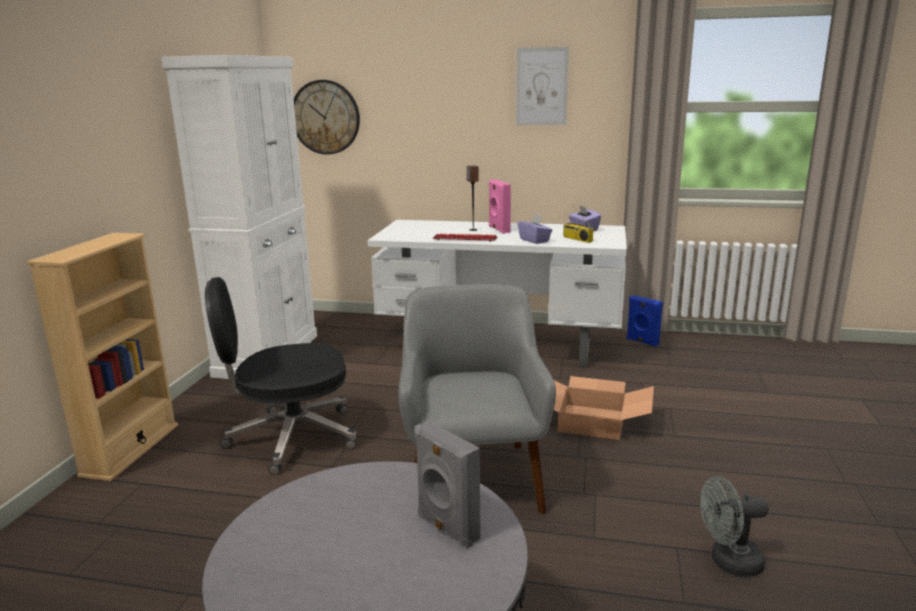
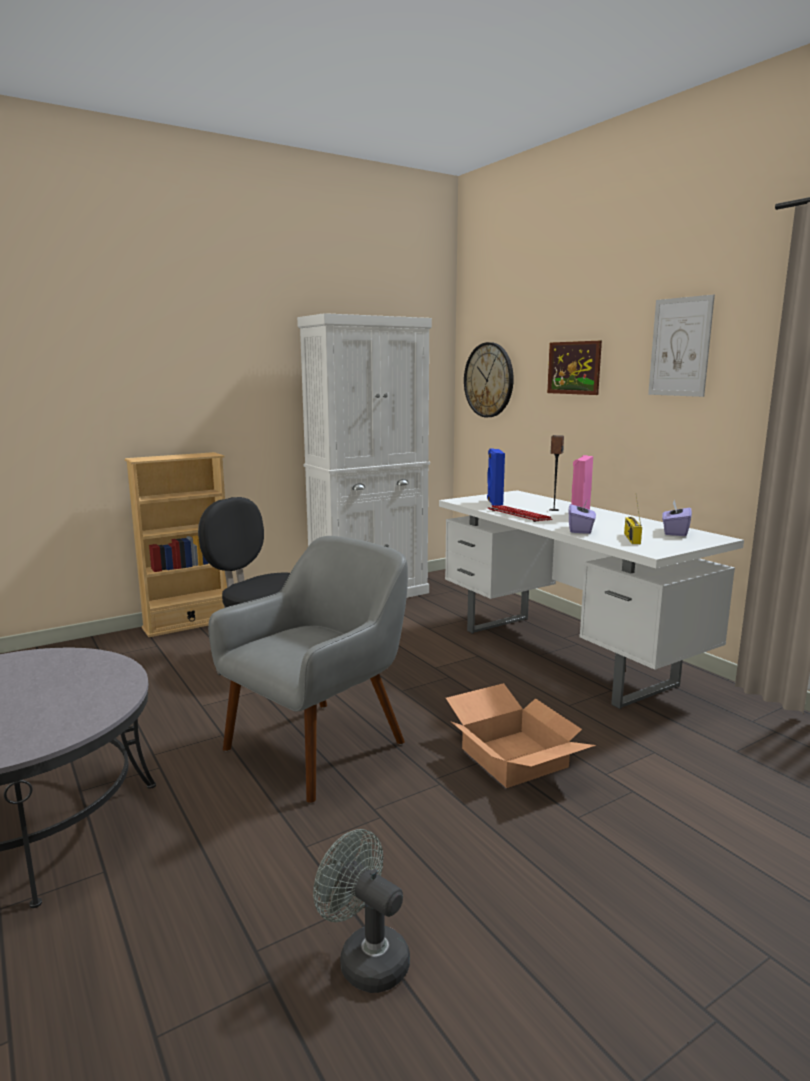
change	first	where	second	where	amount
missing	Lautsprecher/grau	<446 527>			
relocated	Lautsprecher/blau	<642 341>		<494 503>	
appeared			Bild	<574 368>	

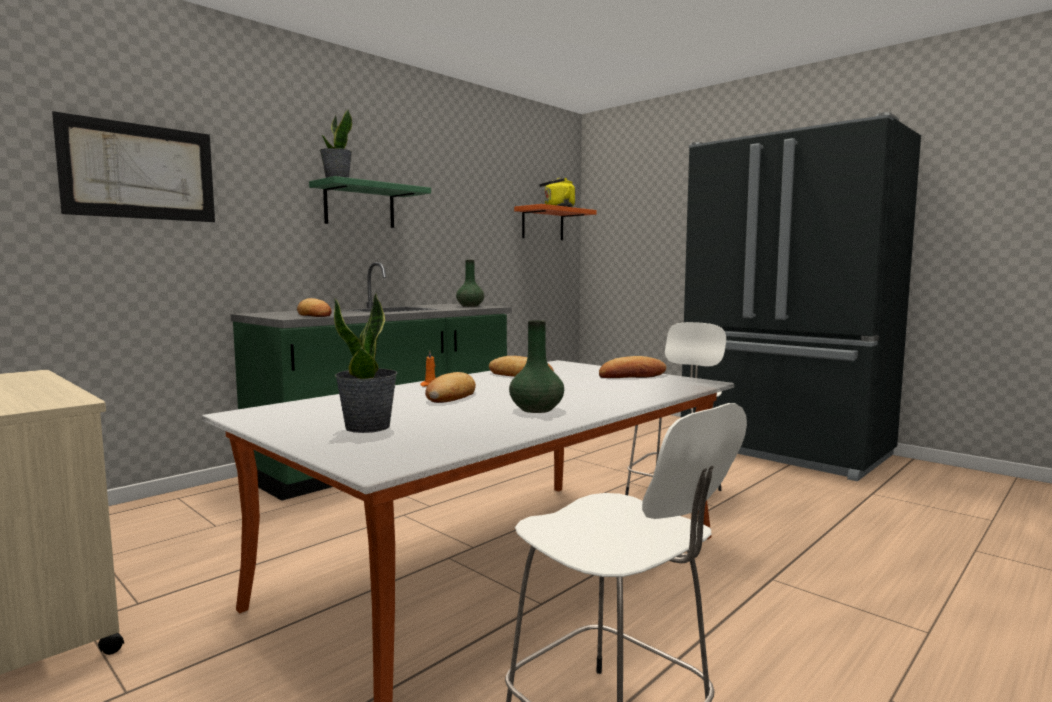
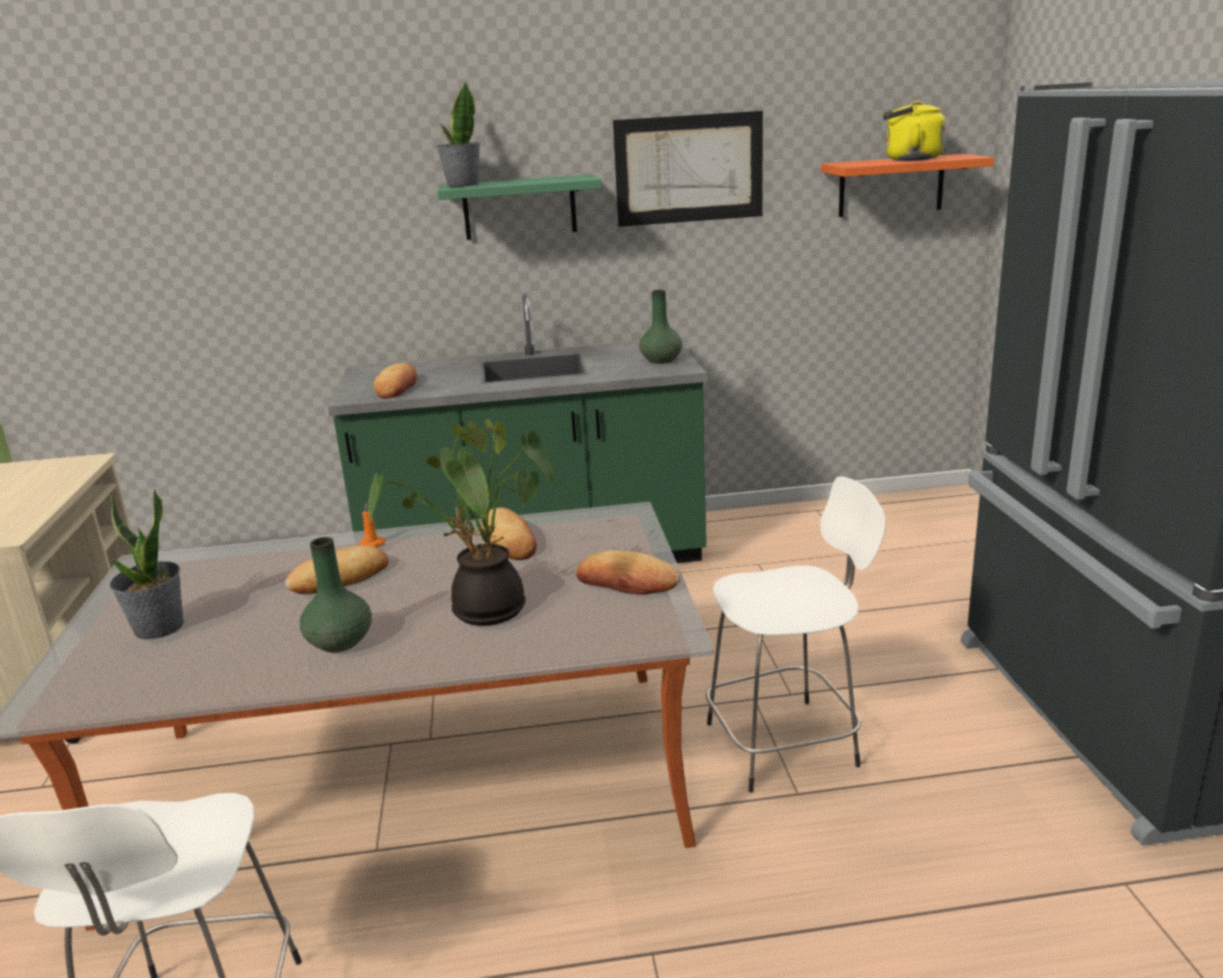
change	first	where	second	where	amount
relocated	Bild	<140 171>		<689 169>	
appeared			Topfpflanze	<483 612>	

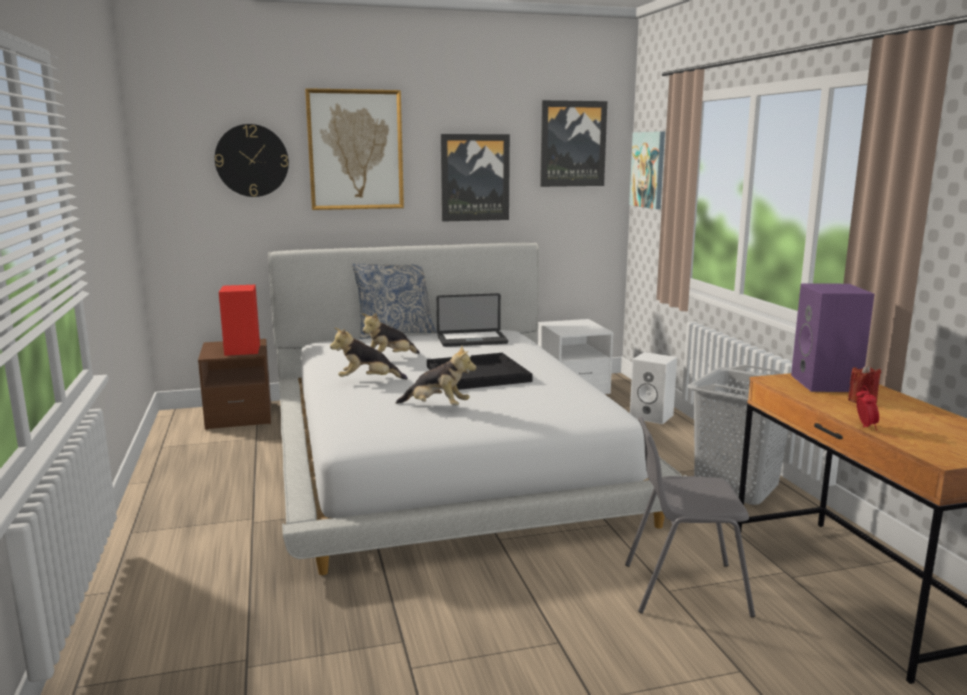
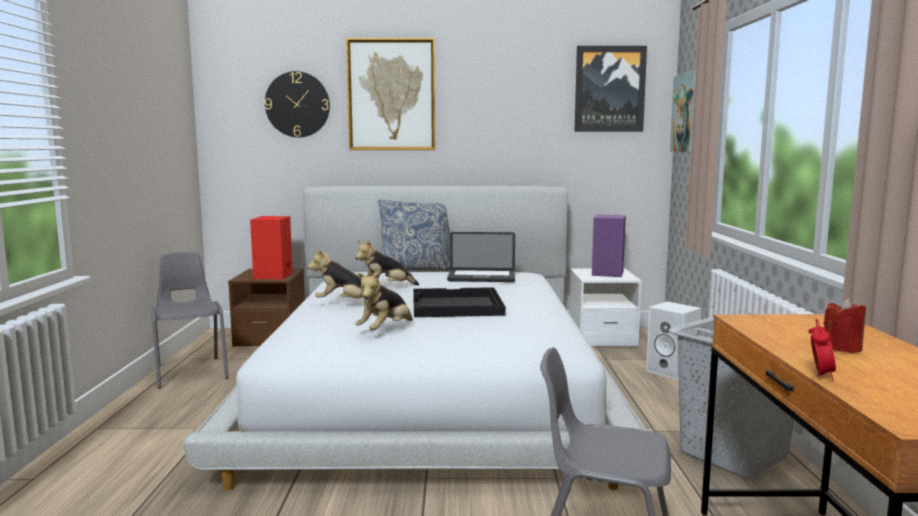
change	first	where	second	where	amount
spun	Plüschtier	<437 407>		<385 330>	90 degrees clockwise
missing	Bild	<475 177>			
relocated	Lautsprecher/lila	<827 384>		<608 273>	
appeared			Stuhl/grau	<191 372>	

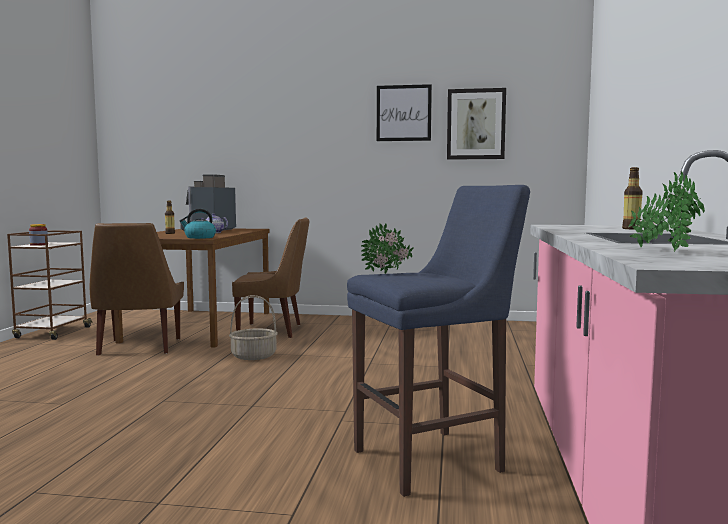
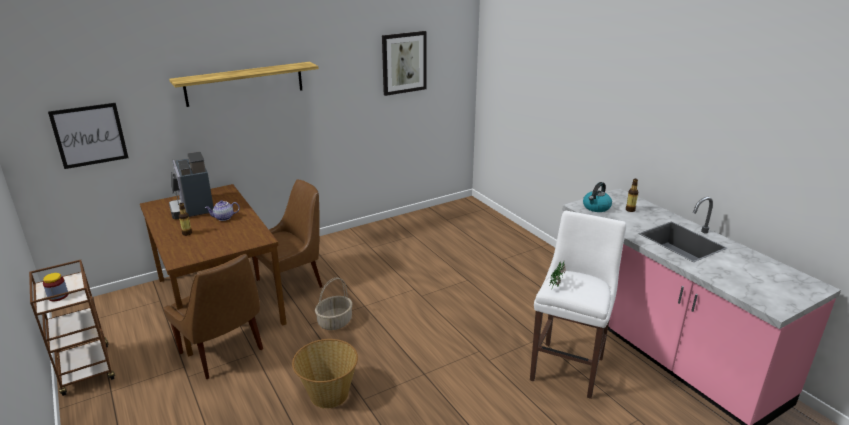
change	first	where	second	where	amount
relocated	Wasserkessel	<199 237>		<596 207>	
colour	Hocker/blau	<434 459>	Hocker/weiß	<568 366>	
relocated	Bild	<403 113>		<89 135>	
missing	Topfpflanze	<662 251>			
appeared			Wandregal	<245 83>	
appeared			Korb	<328 394>	

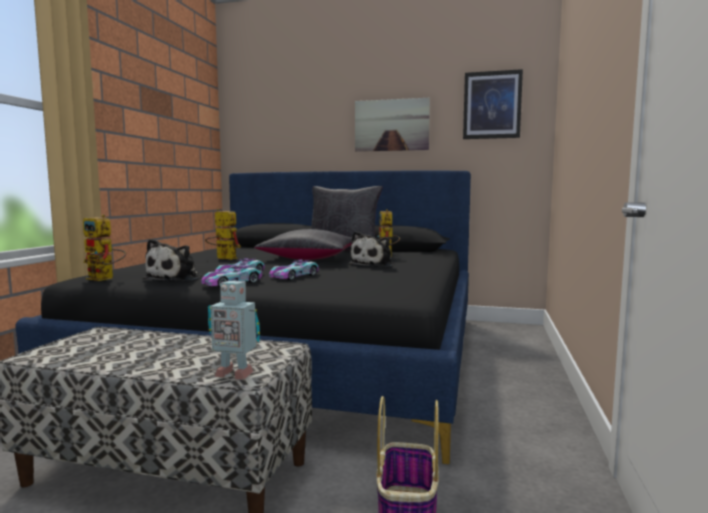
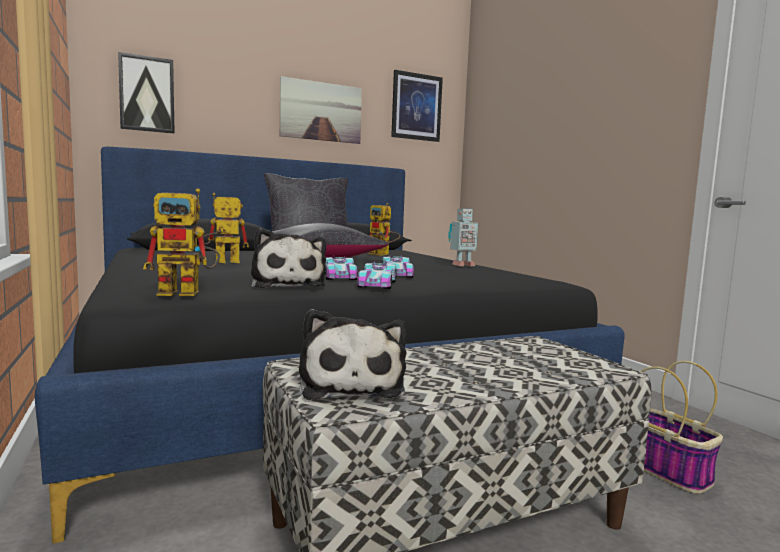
change	first	where	second	where	amount
relocated	Spielzeugroboter	<234 373>		<461 265>	
relocated	Plüschtier	<374 265>		<351 385>	
appeared			Bild	<147 94>	

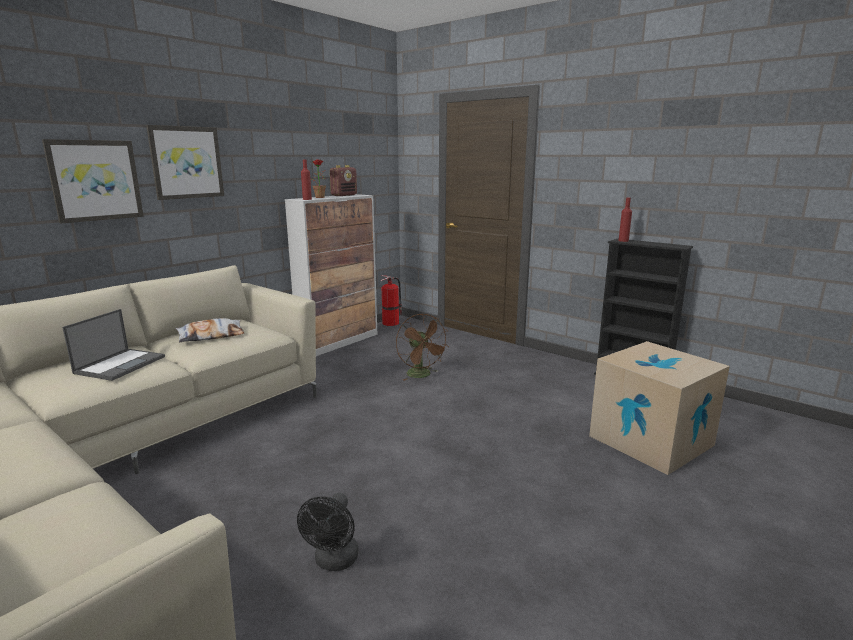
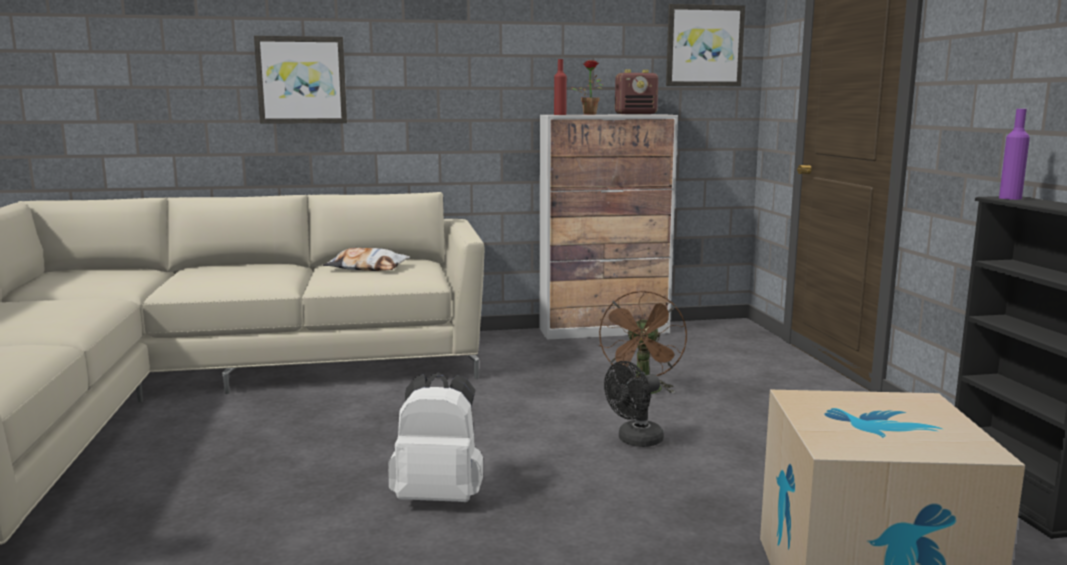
change	first	where	second	where	amount
missing	Laptop	<121 364>			
relocated	Bild	<186 162>		<704 46>	
relocated	Ventilator/schwarz	<334 562>		<635 441>	
missing	Feuerlöscher	<391 323>			
colour	Flasche/rot	<623 240>	Flasche/lila	<1010 198>	
appeared			Rucksack/weiß	<440 497>	

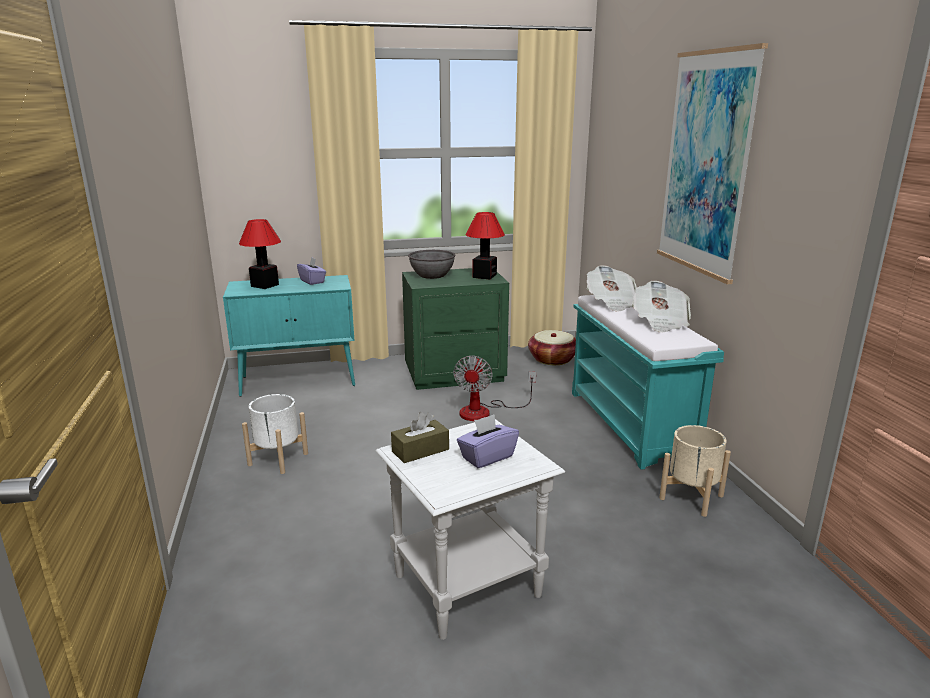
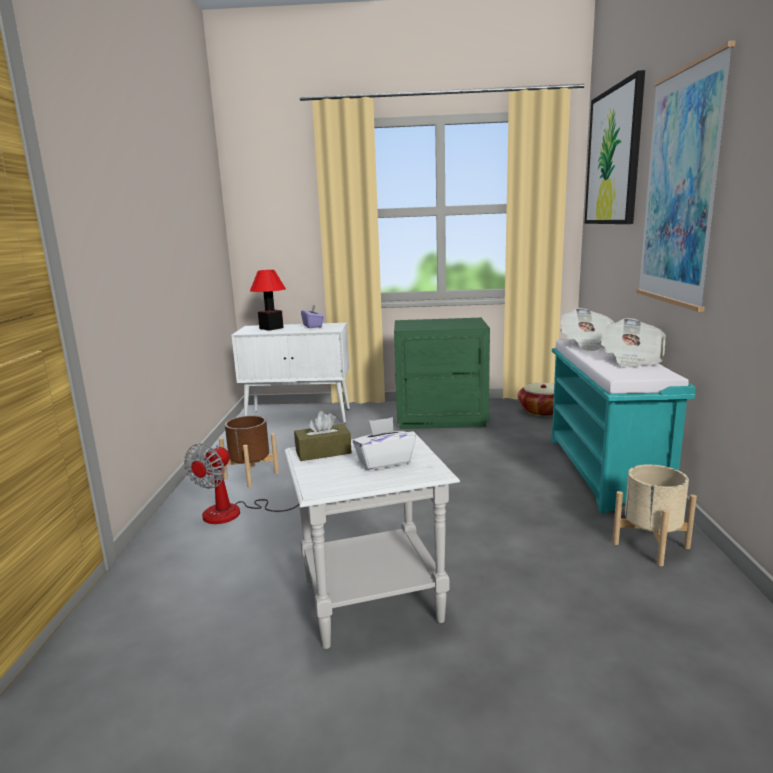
change	first	where	second	where	amount
colour	Schrank/türkis	<299 381>	Schrank/weiß	<299 417>	
colour	Pflanzkübel/weiß	<278 459>	Pflanzkübel/braun	<251 475>	
missing	Schüssel/grau	<432 275>			
relocated	Ventilator	<484 411>		<236 512>	
colour	Taschentuchbox/lila	<487 457>	Taschentuchbox/weiß	<384 462>	
missing	Tischlampe	<484 276>			
appeared			Bild	<613 157>	

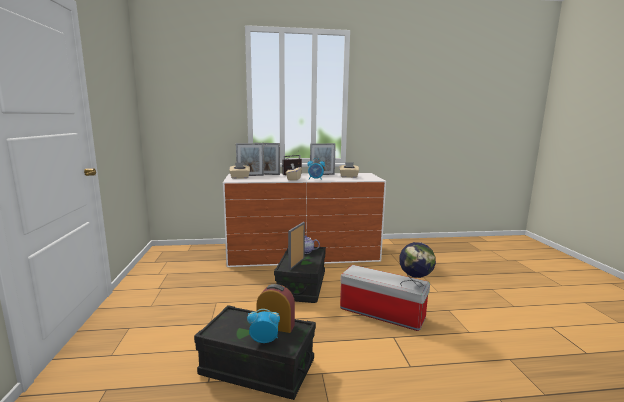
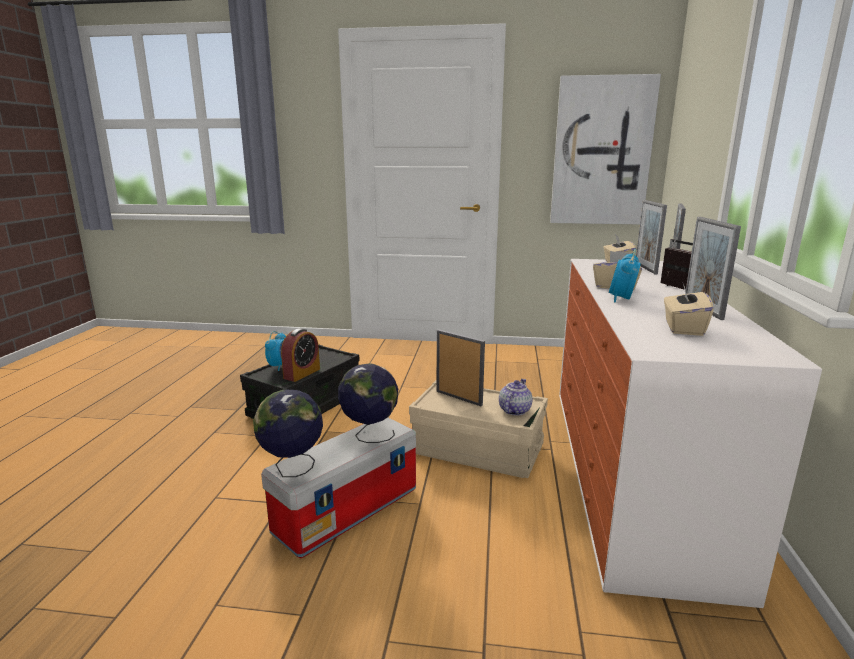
change	first	where	second	where	amount
colour	Aufbewahrungsbox/schwarz	<302 285>	Aufbewahrungsbox/beige	<477 449>	
appeared			Globus	<369 435>	
appeared			Bild	<601 152>	

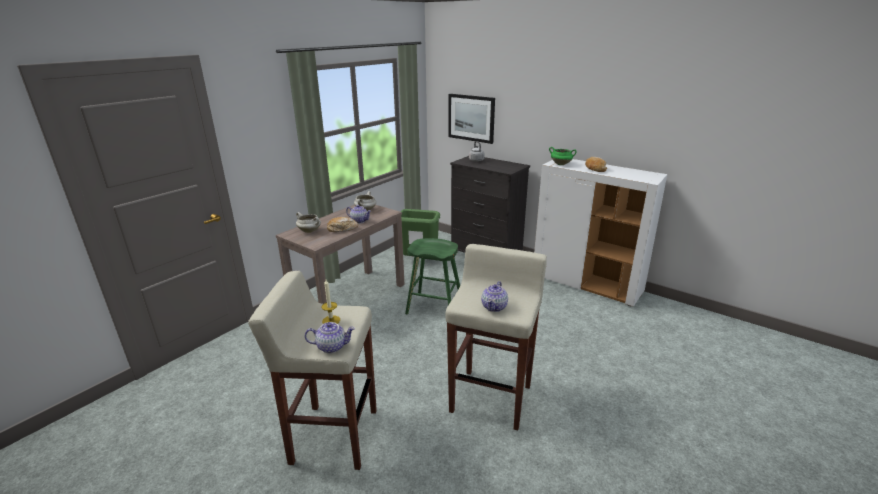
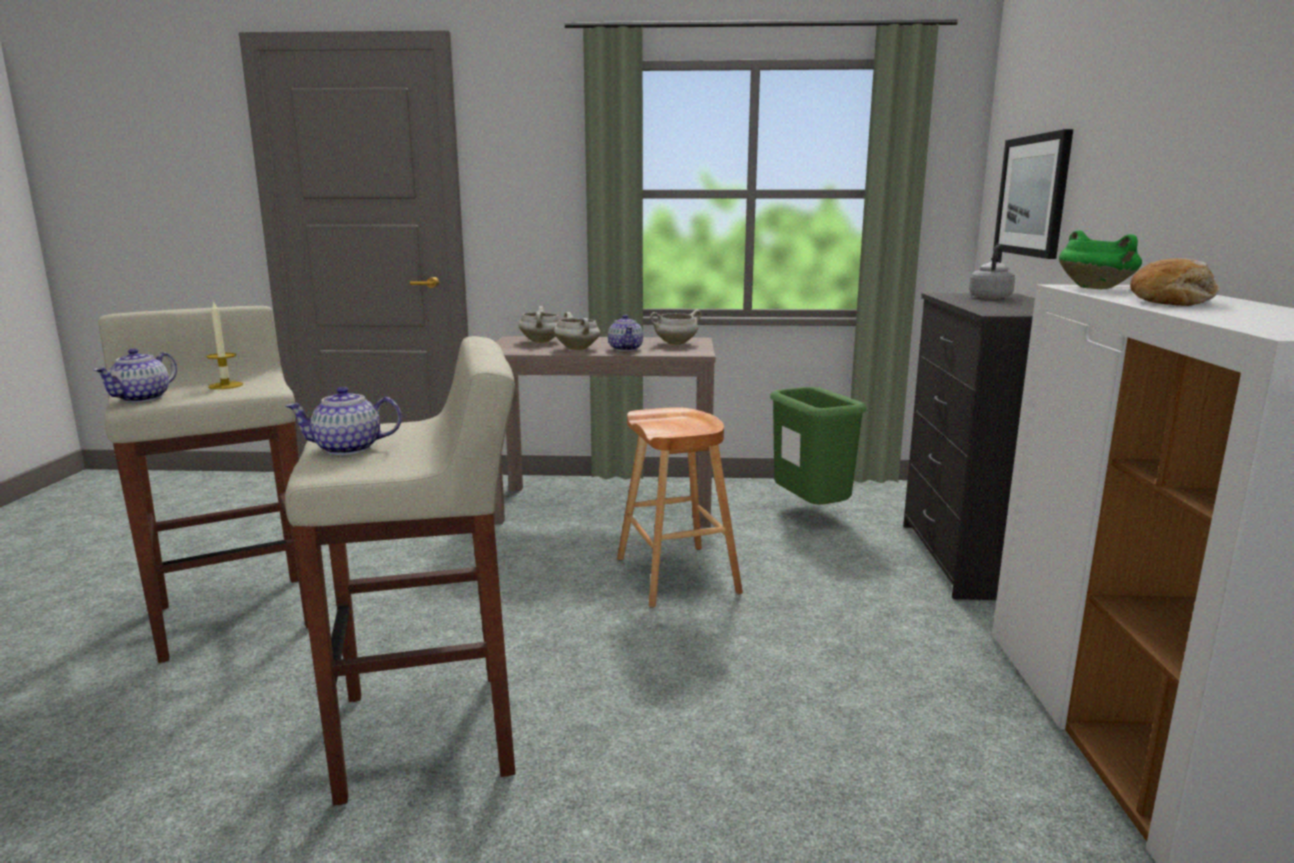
change	first	where	second	where	amount
spun	Teekanne	<332 346>		<142 398>	60 degrees clockwise
exchanged	Brot	<342 229>	Kochtopf/weiß	<578 349>	
colour	Hocker/grün	<434 307>	Hocker/braun	<676 575>	

